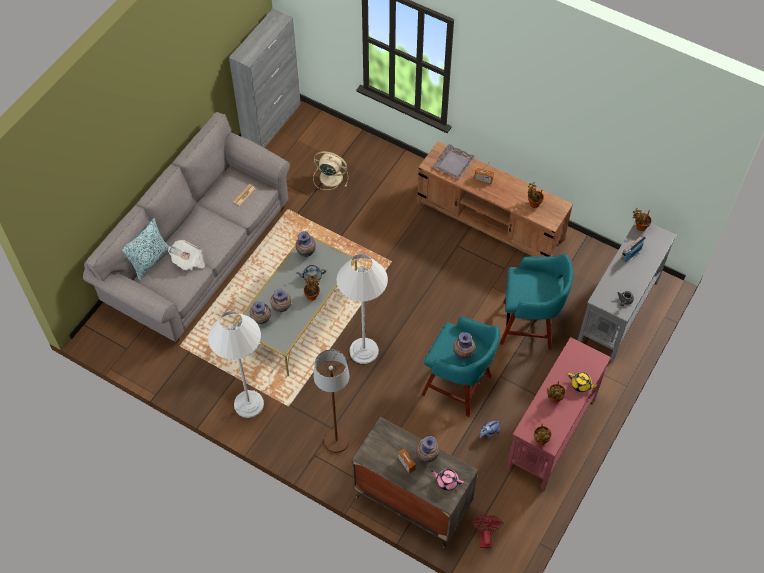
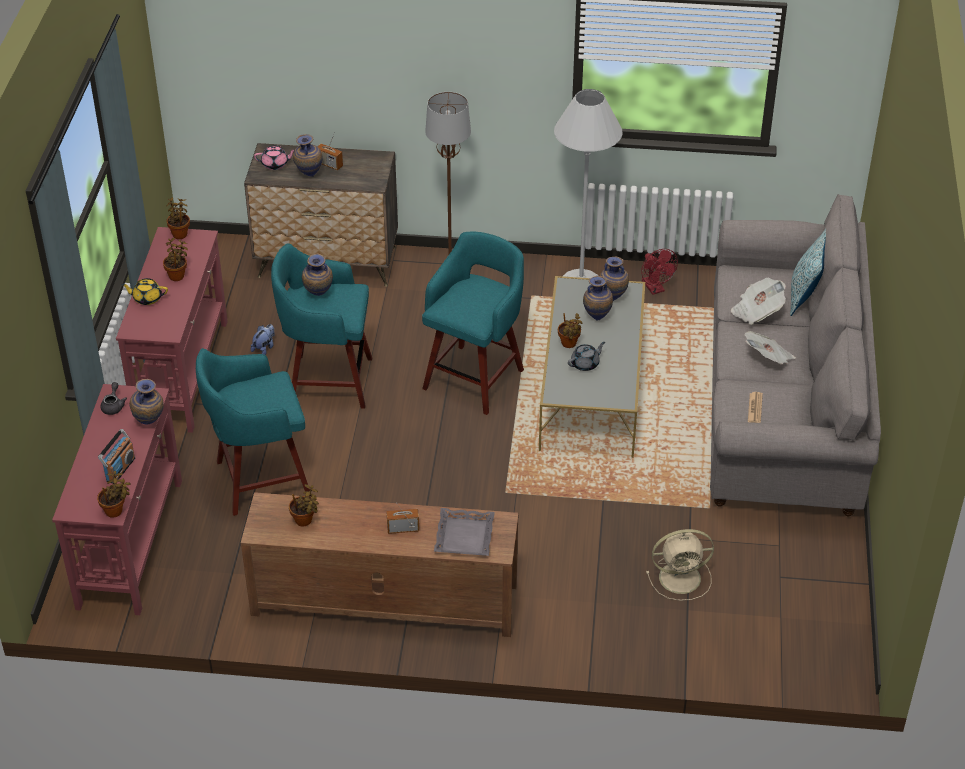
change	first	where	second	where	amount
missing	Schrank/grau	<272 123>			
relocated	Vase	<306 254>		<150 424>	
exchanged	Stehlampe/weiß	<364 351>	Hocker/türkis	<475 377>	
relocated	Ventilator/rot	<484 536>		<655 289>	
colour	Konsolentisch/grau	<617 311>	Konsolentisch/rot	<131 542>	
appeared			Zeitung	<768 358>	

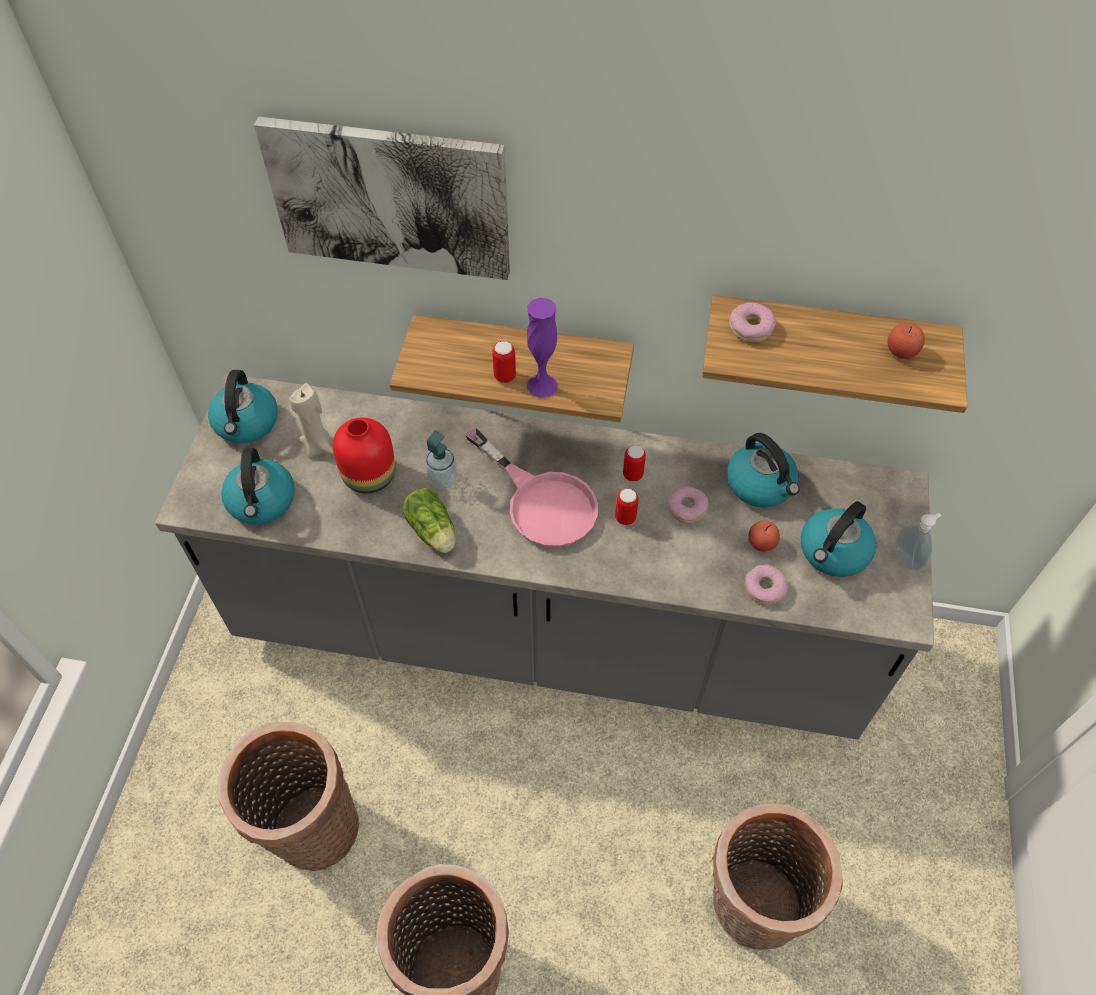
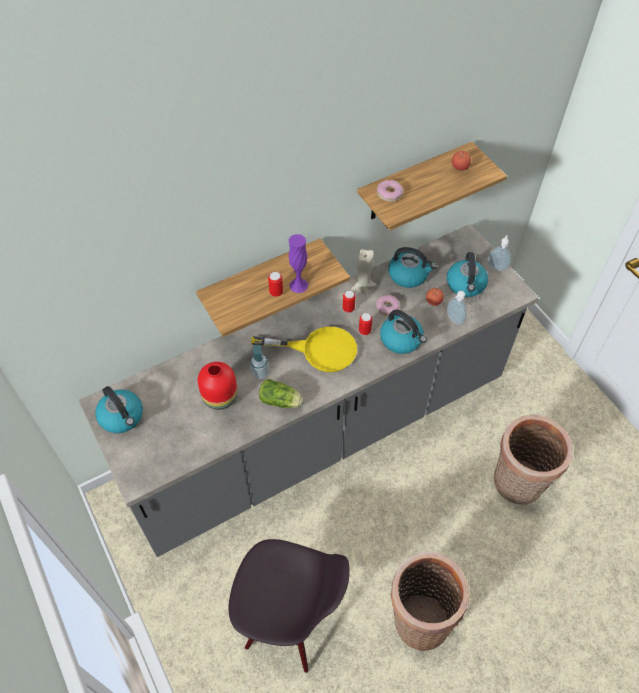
change	first	where	second	where	amount
exchanged	Korb	<310 828>	Stuhl/schwarz	<289 619>	
relocated	Wasserkessel	<262 502>		<402 340>	
missing	Bild	<390 197>			
relocated	Kerze/beige	<319 446>		<362 287>	
colour	Pfanne/rosa	<542 501>	Pfanne/gelb	<319 350>	
exchanged	Donut	<765 588>	Seifenspender	<453 320>	

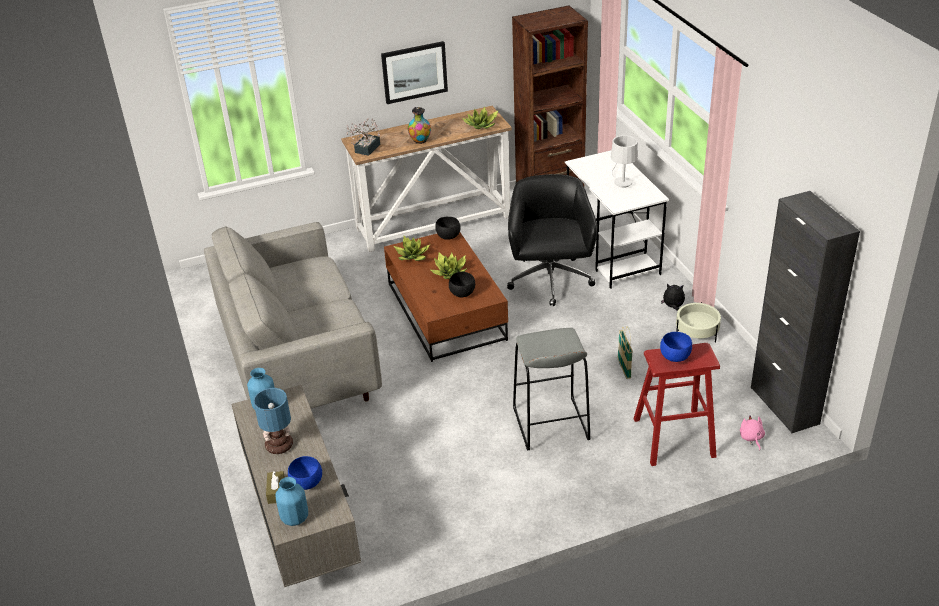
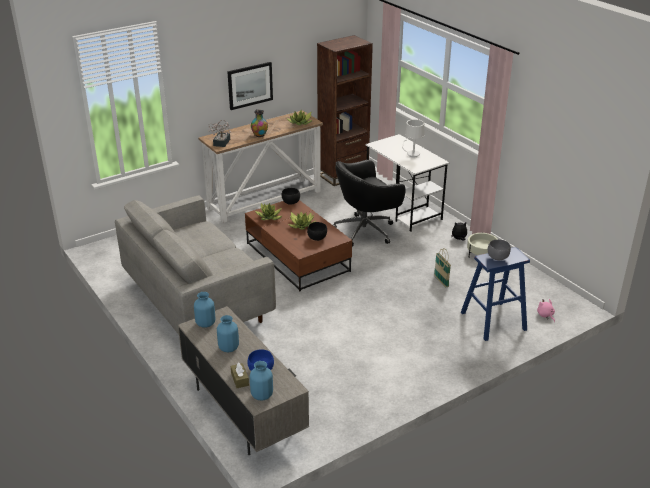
change	first	where	second	where	amount
exchanged	Tischlampe	<280 445>	Vase/blau	<229 348>	
spun	Bürostuhl/schwarz	<550 281>		<366 231>	105 degrees counterclockwise
missing	Hocker/grau	<550 424>			
colour	Hocker/rot	<673 437>	Hocker/blau	<493 321>	
colour	Schüssel/blau	<675 357>	Schüssel/grau	<498 257>	
missing	Schrank/schwarz	<784 405>			

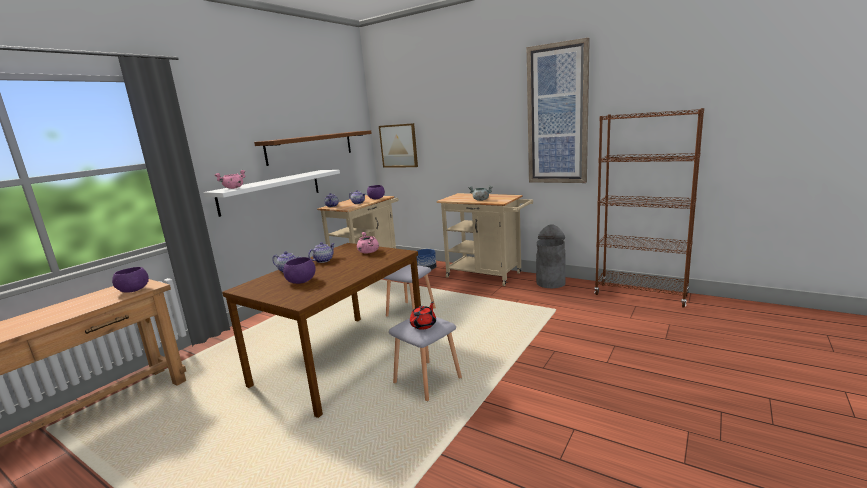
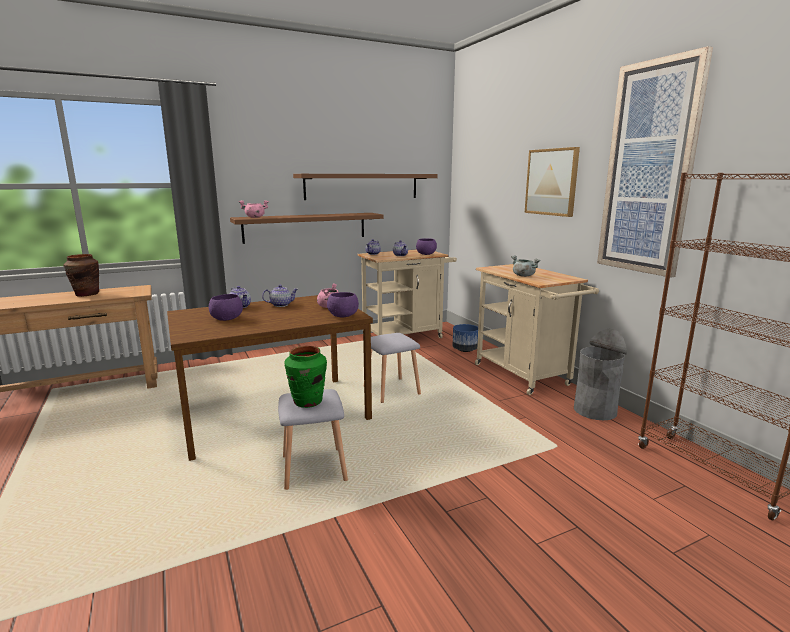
change	first	where	second	where	amount
relocated	Schüssel/lila	<134 290>		<343 316>	
colour	Wandregal/weiß	<271 191>	Wandregal/braun	<305 227>	
relocated	Bild	<399 146>		<551 182>	
exchanged	Teekanne/rot	<424 325>	Vase/grün	<307 402>	
appeared			Vase/braun	<87 294>	

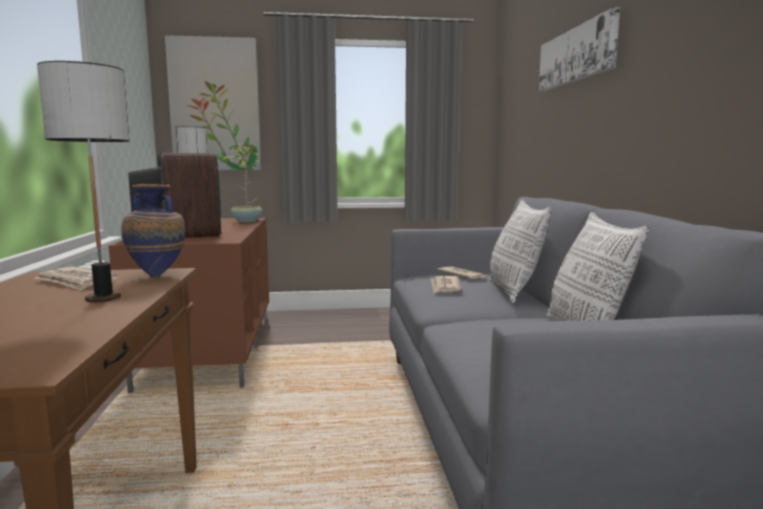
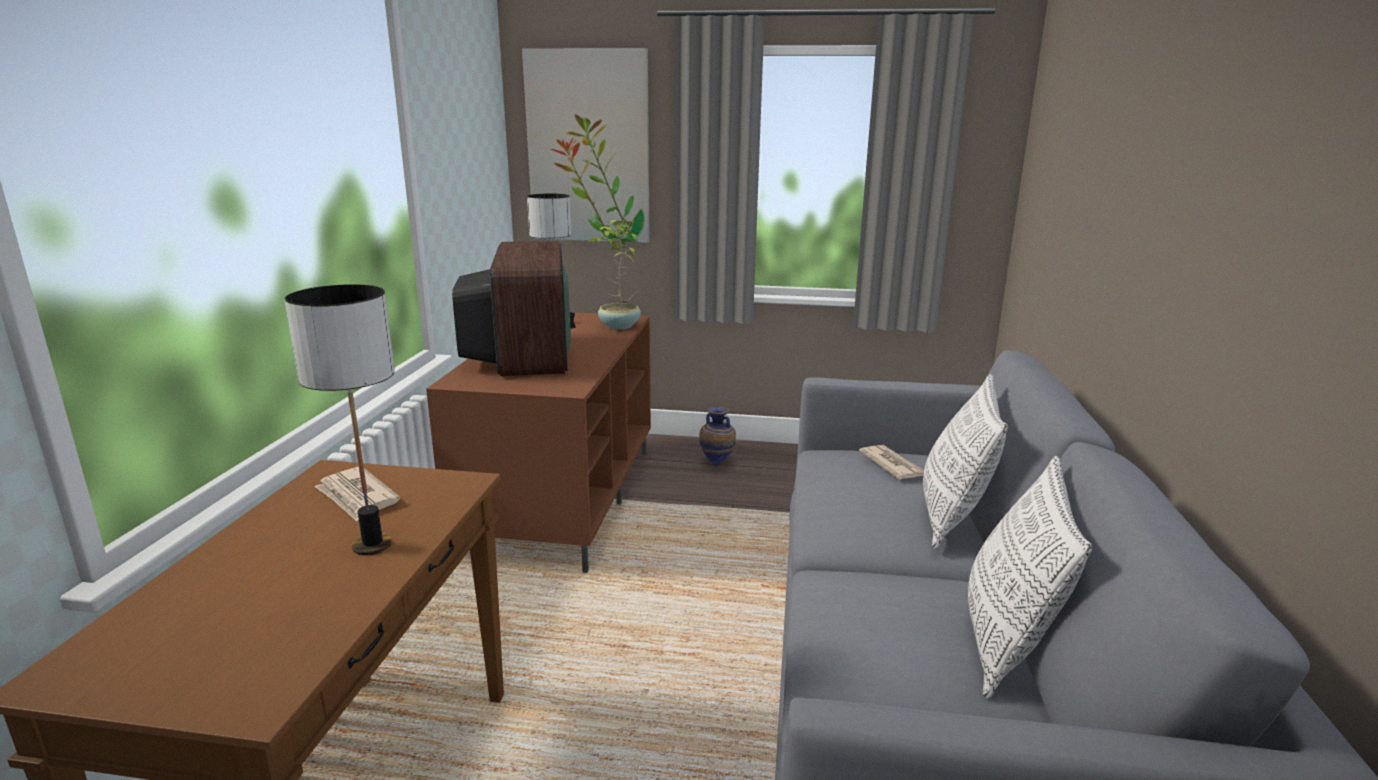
change	first	where	second	where	amount
relocated	Vase	<158 276>		<717 463>	
missing	Zeitung	<444 287>			
missing	Bild	<576 55>			

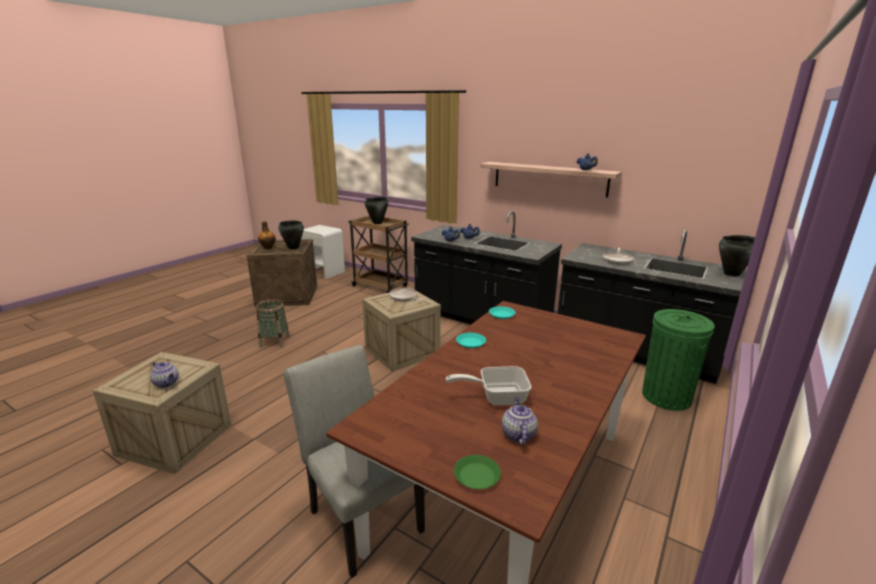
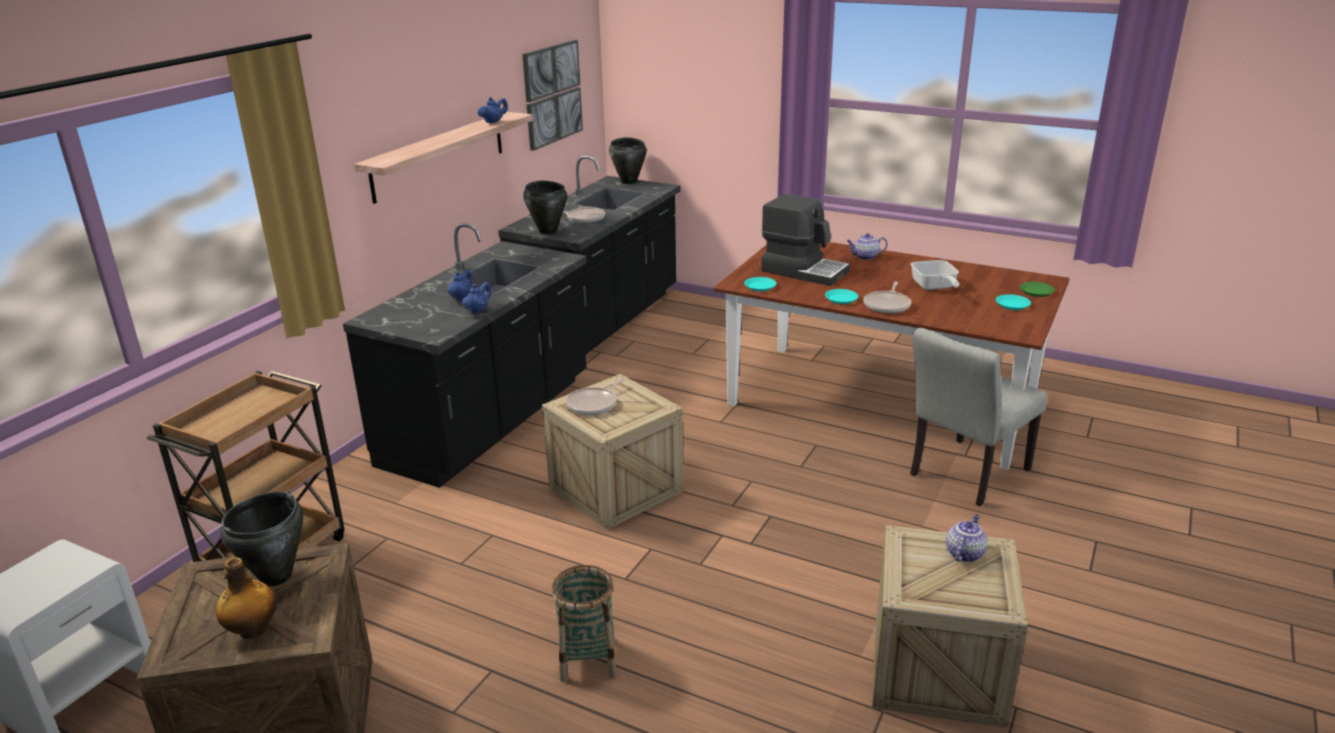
change	first	where	second	where	amount
relocated	Kochtopf/schwarz	<377 223>		<548 231>	
relocated	Teekanne	<518 434>		<865 257>	
missing	Mülleimer/grün	<666 396>			
appeared			Bild	<552 94>	
appeared			Kaffeemaschine	<804 271>	
appeared			Pfanne	<887 305>	
appeared			Teller/türkis	<1012 305>	

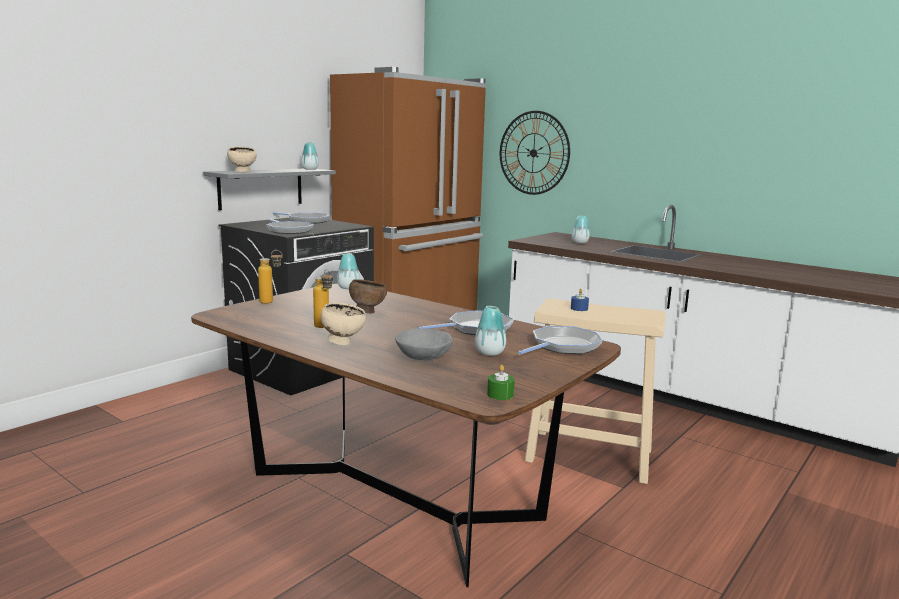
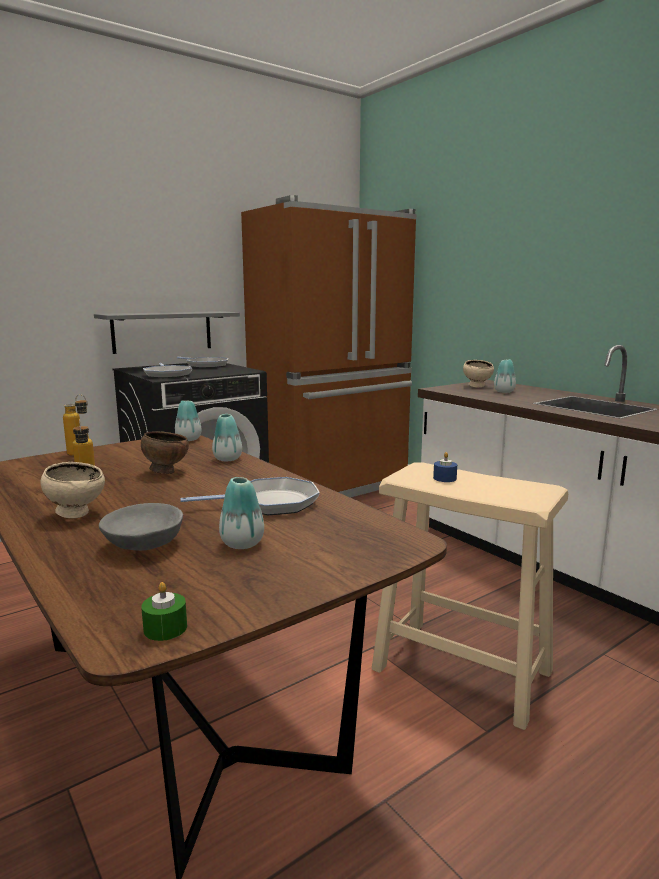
change	first	where	second	where	amount
relocated	Schüssel/beige	<243 171>		<477 386>	
relocated	Vase	<310 169>		<227 459>	
missing	Wanduhr	<533 153>			
missing	Pfanne	<563 346>			

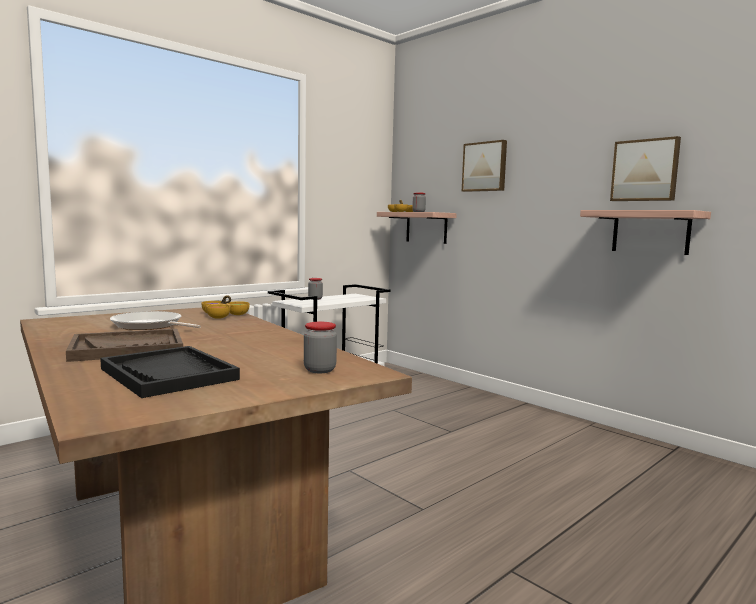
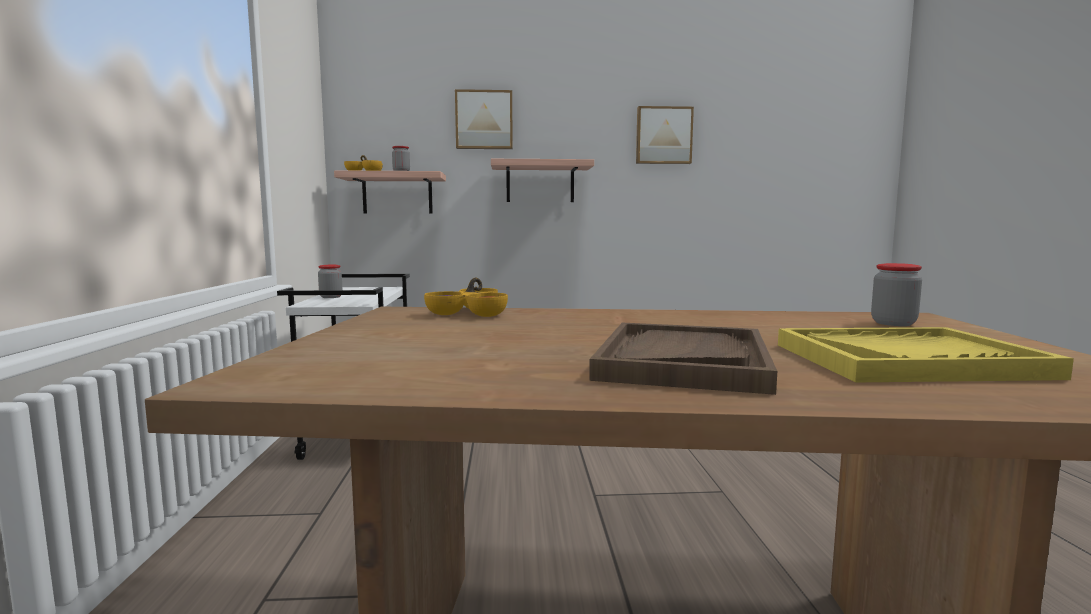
change	first	where	second	where	amount
colour	Tablett/schwarz	<169 374>	Tablett/gelb	<906 360>	
missing	Pfanne	<150 326>			
relocated	Wandregal	<650 232>		<540 183>	

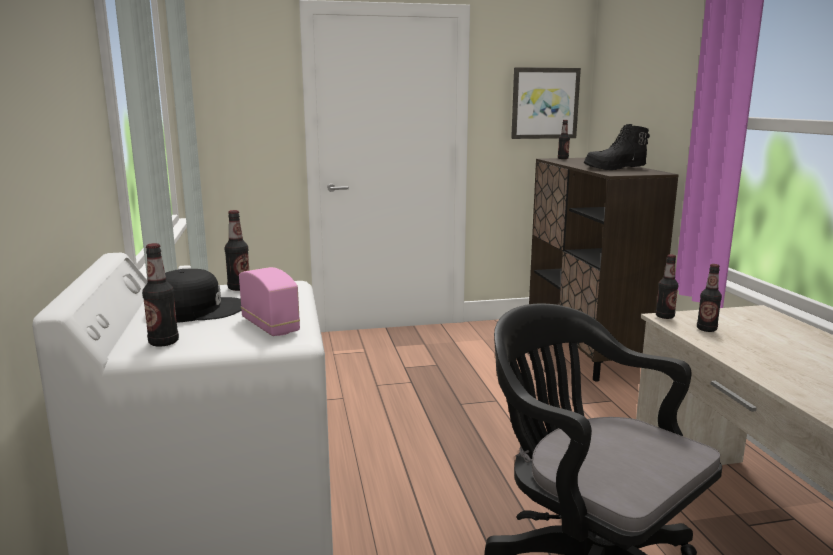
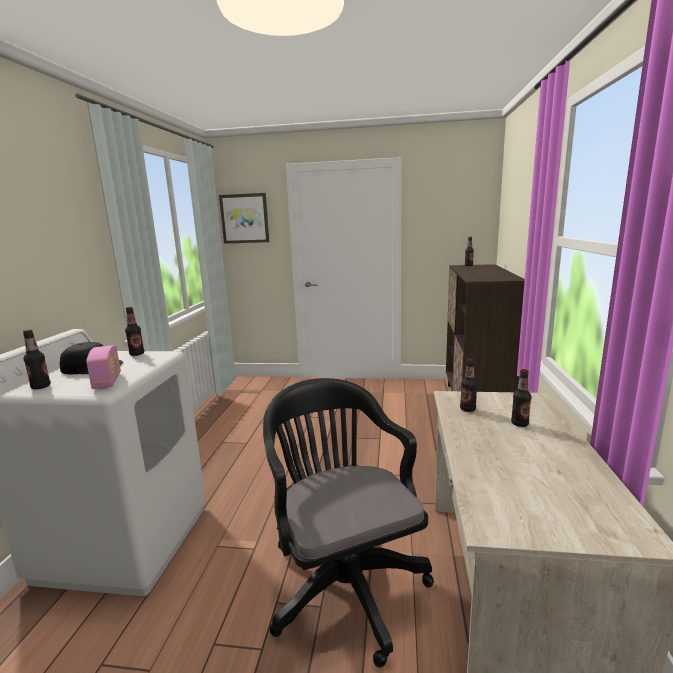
change	first	where	second	where	amount
relocated	Bild	<544 103>		<245 218>	
missing	Stiefel/schwarz	<615 168>			
relocated	Flasche	<664 316>		<519 424>	

